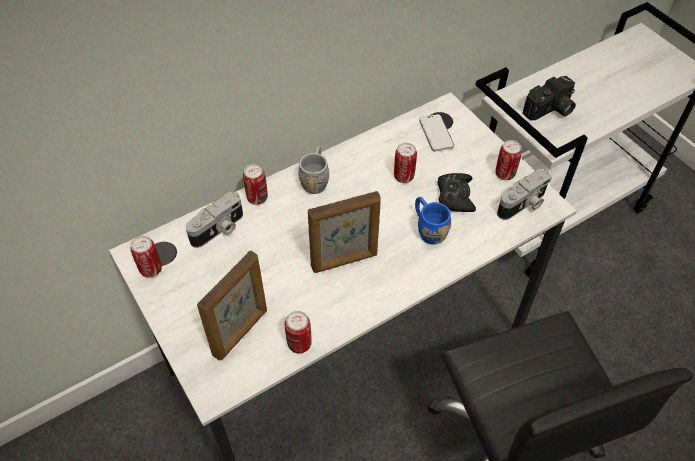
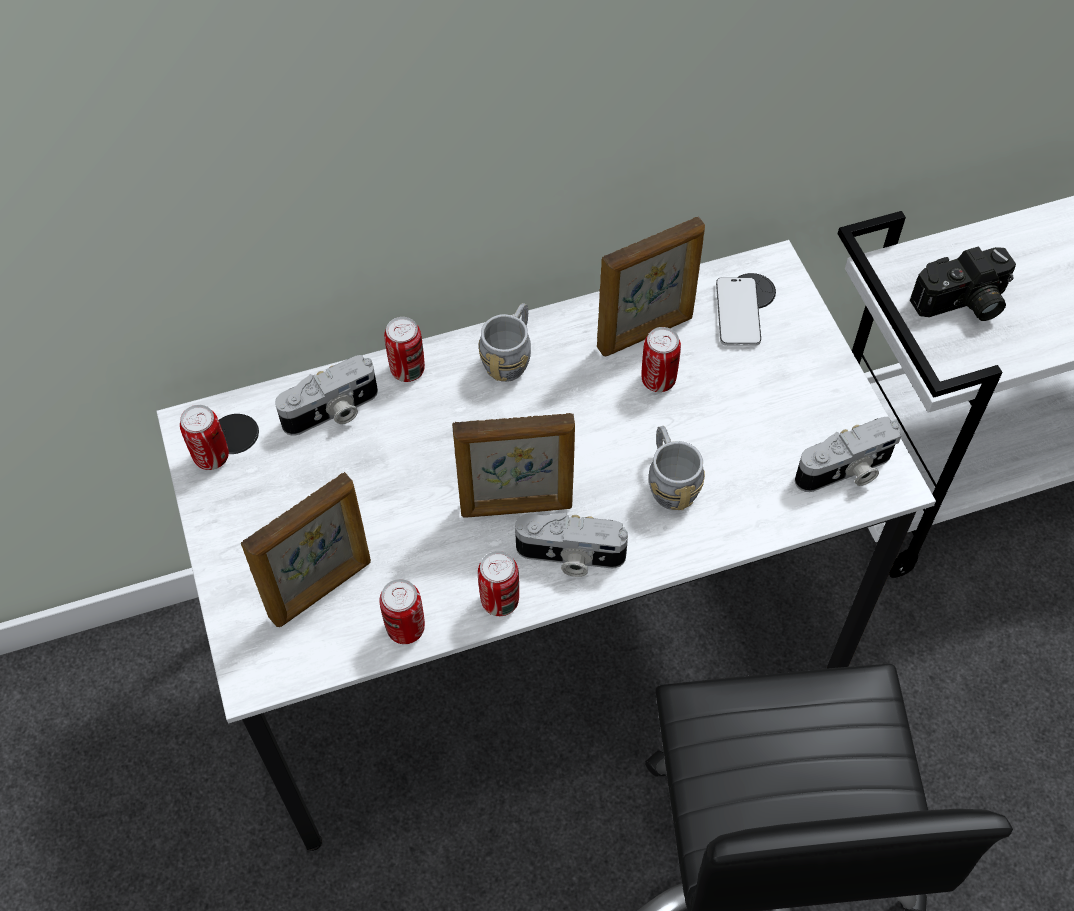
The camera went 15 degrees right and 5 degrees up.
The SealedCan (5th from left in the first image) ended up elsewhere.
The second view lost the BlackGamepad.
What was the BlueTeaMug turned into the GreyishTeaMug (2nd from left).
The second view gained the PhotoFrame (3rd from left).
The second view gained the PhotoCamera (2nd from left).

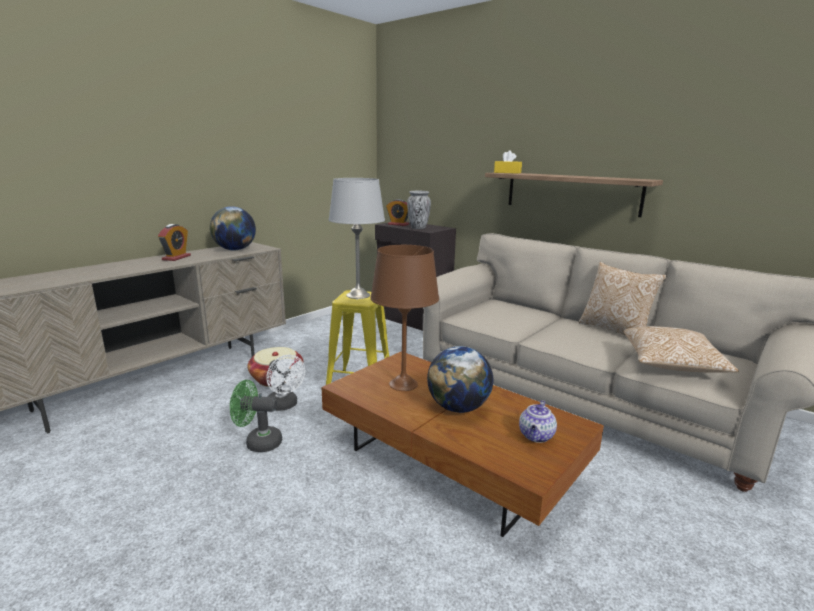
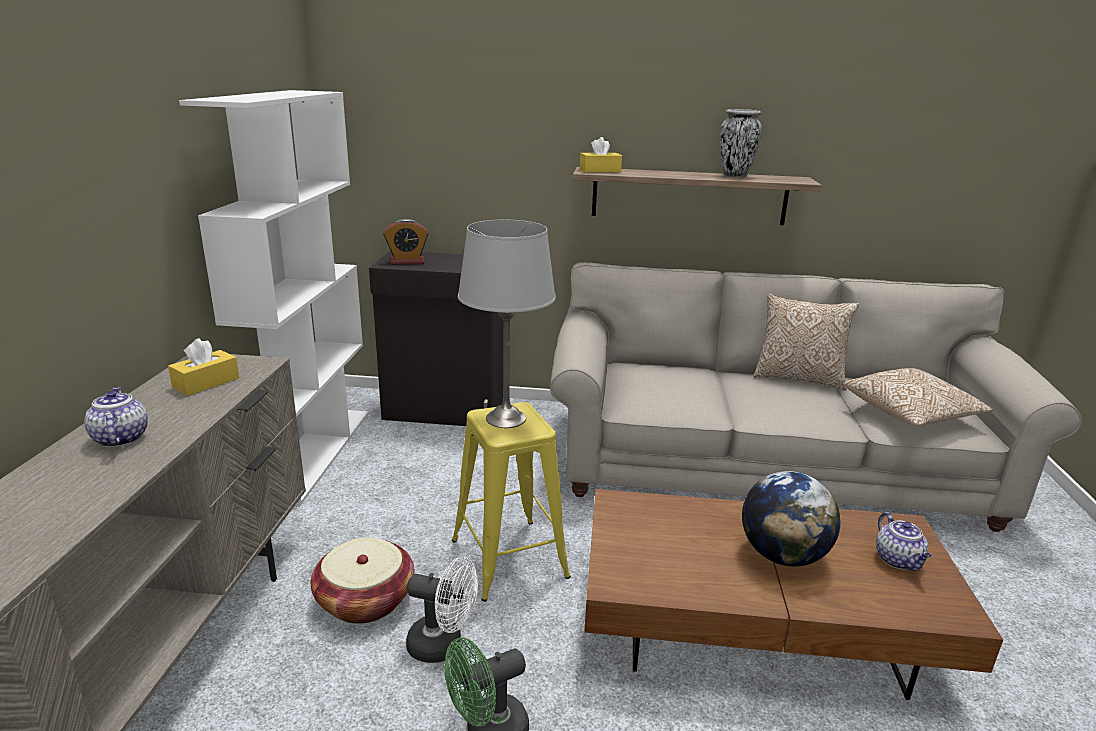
The camera went 35 degrees left and 5 degrees up.
The Vase ended up elsewhere.
Where the WorldGlobe (1st from left) stood, the YellowColouredTissueBox (1st from left) came to stand.
Where the AlarmClock (1st from left) stood, the Teapot (1st from left) came to stand.
The second view lost the BrownColouredTabletopLamp.
The second view gained the WhiteBookcase.

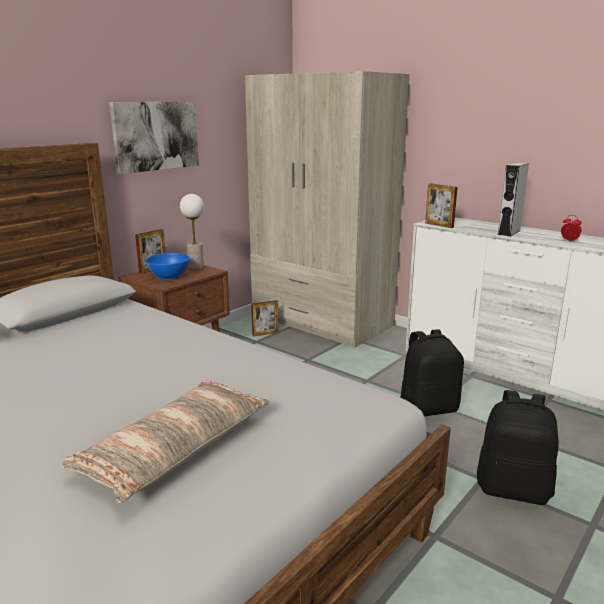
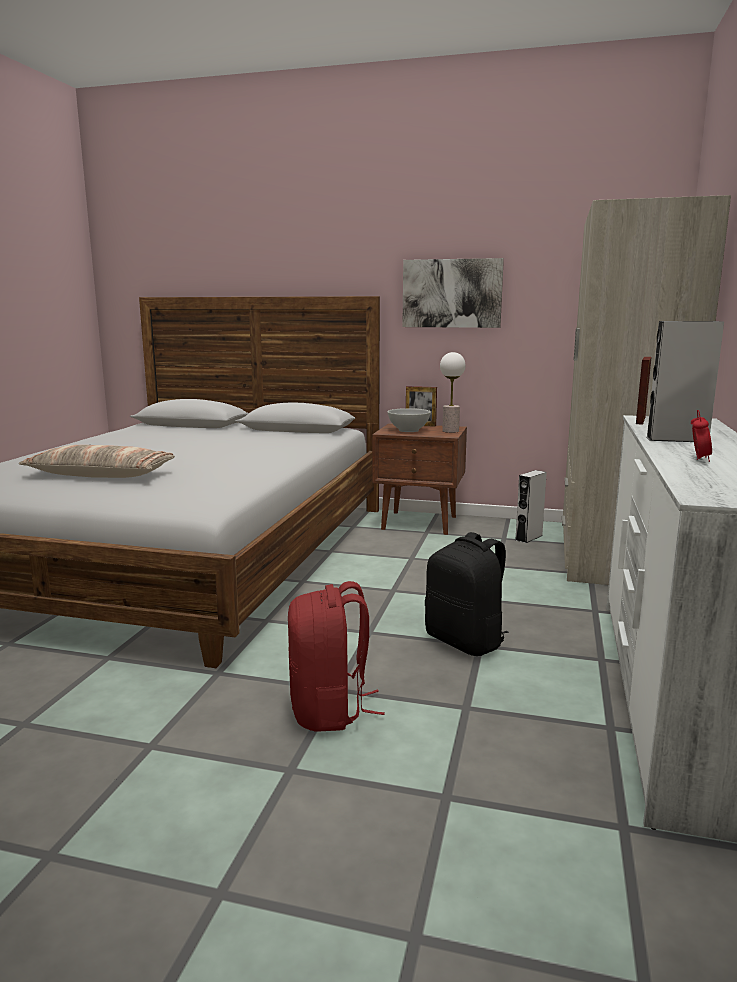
The camera went 65 degrees right and 5 degrees down.
What was the BlueBowl turned into the WhiteBowl.
Where the PhotoFrame (2nd from left) stood, the GreyishAudioSpeaker (1st from left) came to stand.
What was the BlackKnapsack (2nd from left) turned into the ReddishKnapsack.

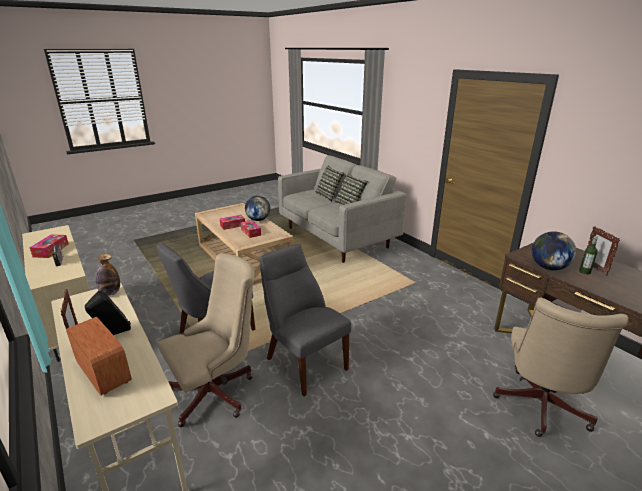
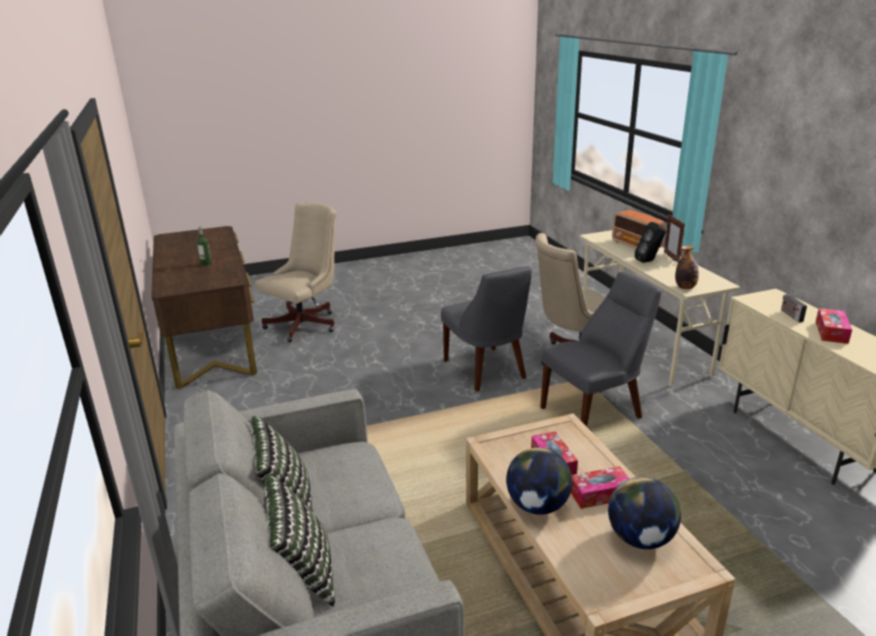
The camera went 165 degrees left and 0 degrees up.
The second view lost the PhotoFrame (2nd from left).
The WorldGlobe (2nd from left) ended up elsewhere.

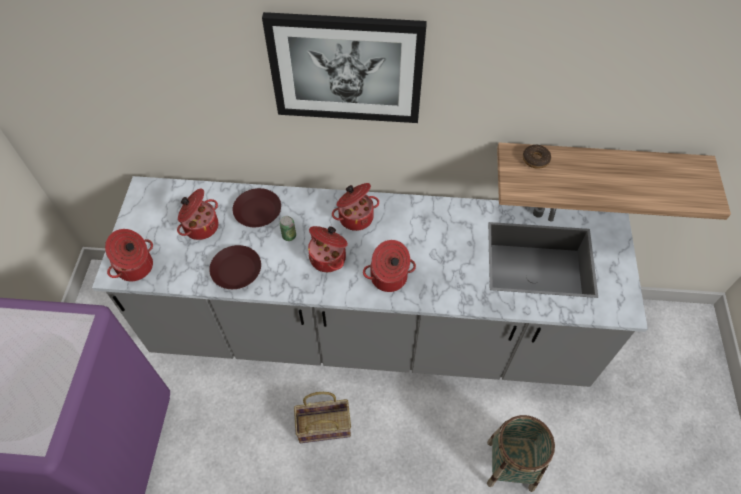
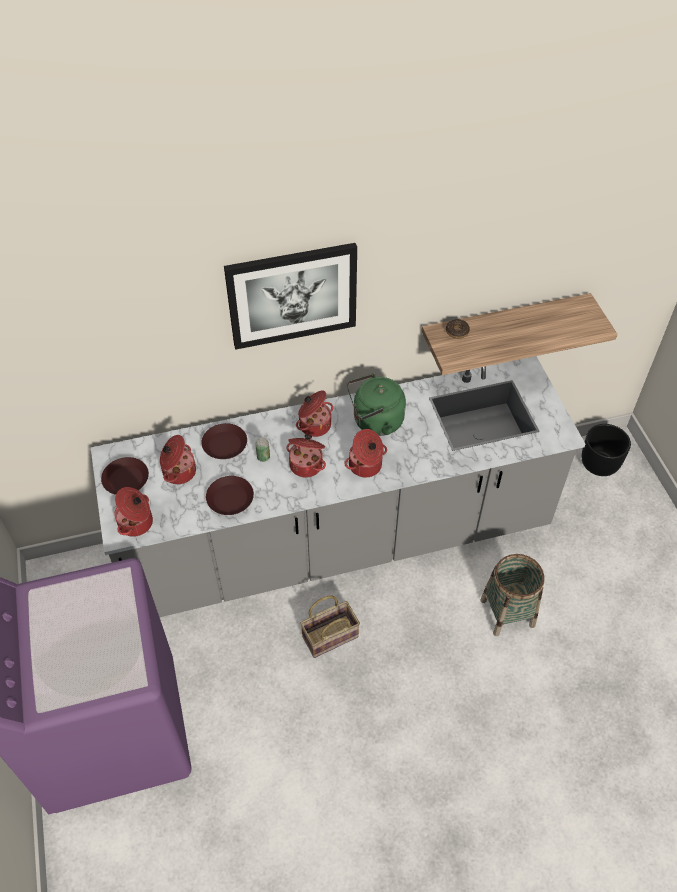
The camera went 20 degrees left and 5 degrees down.
The second view gained the GreenKettle.
The second view gained the BlackPlanter.
The second view gained the BrownColouredDinnerPlate (1st from left).

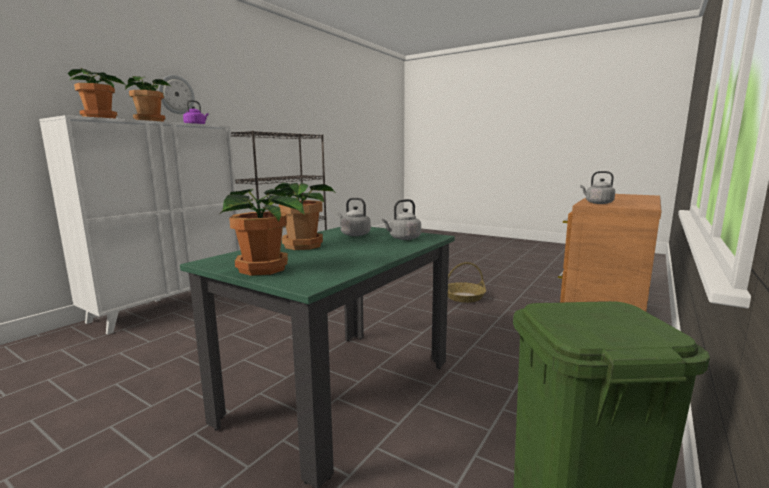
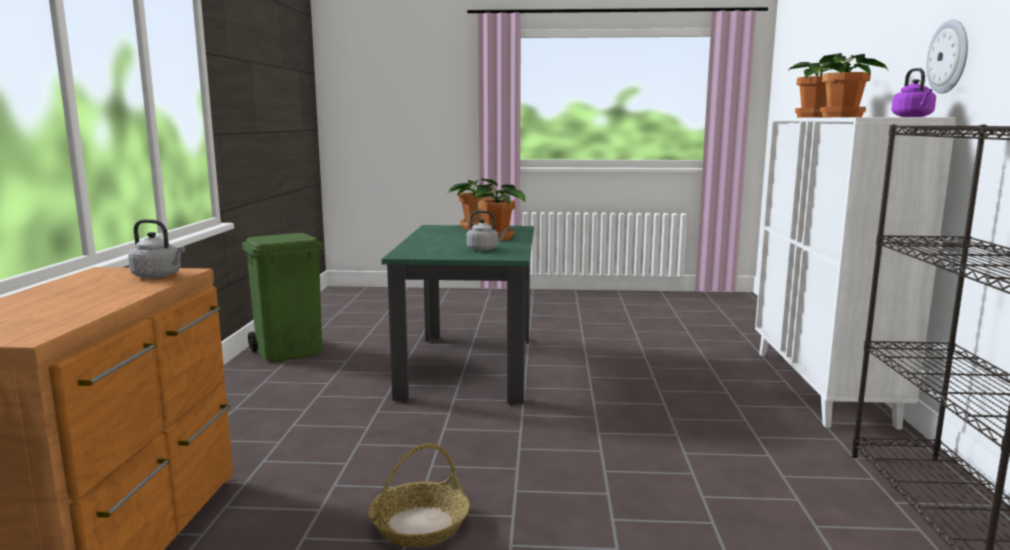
The camera went 150 degrees right and 0 degrees up.
The second view lost the GreyishKettle (2nd from left).

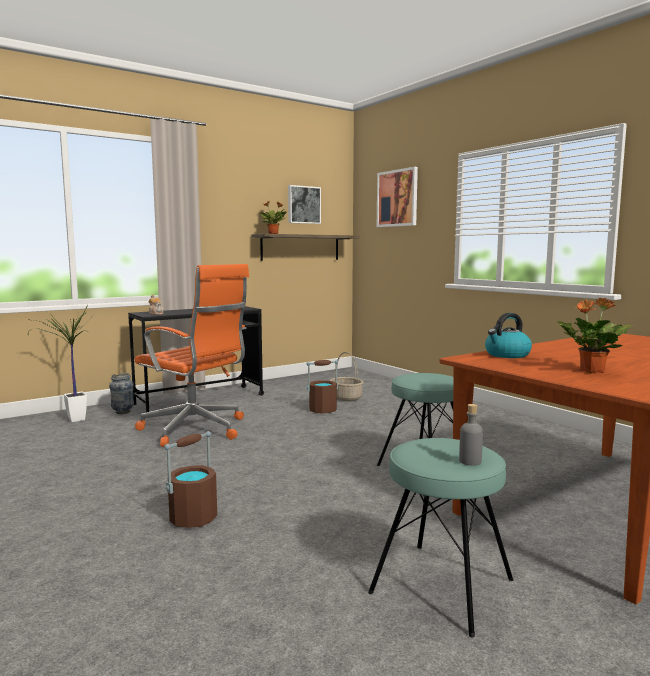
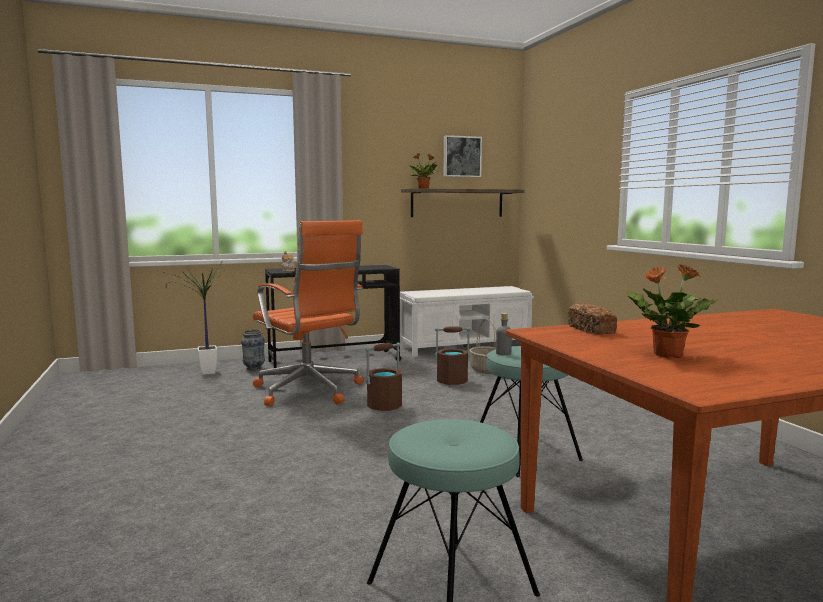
The camera went 15 degrees right and 0 degrees up.
The second view lost the WallPicture (2nd from left).
Where the Kettle stood, the BakeryBread came to stand.
The GreyishDrinkBottle ended up elsewhere.
The BrownColouredWaterBucket (1st from left) ended up elsewhere.
The second view gained the WhiteBench.

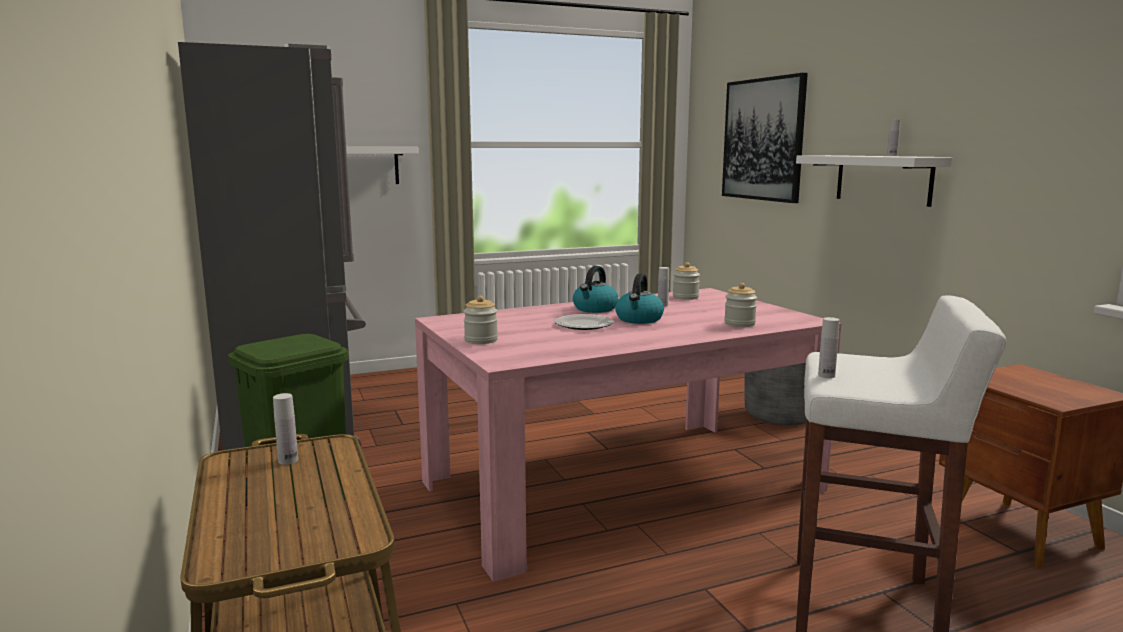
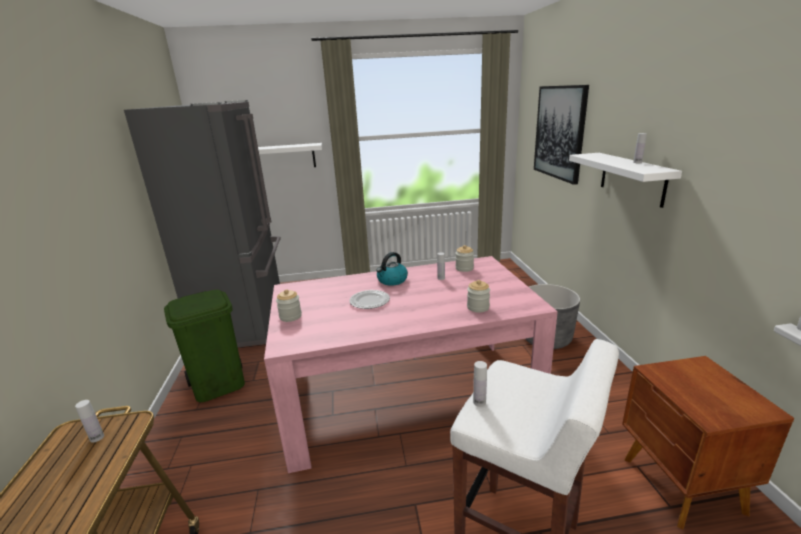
The camera went 15 degrees right and 10 degrees up.
The second view lost the Kettle (2nd from left).

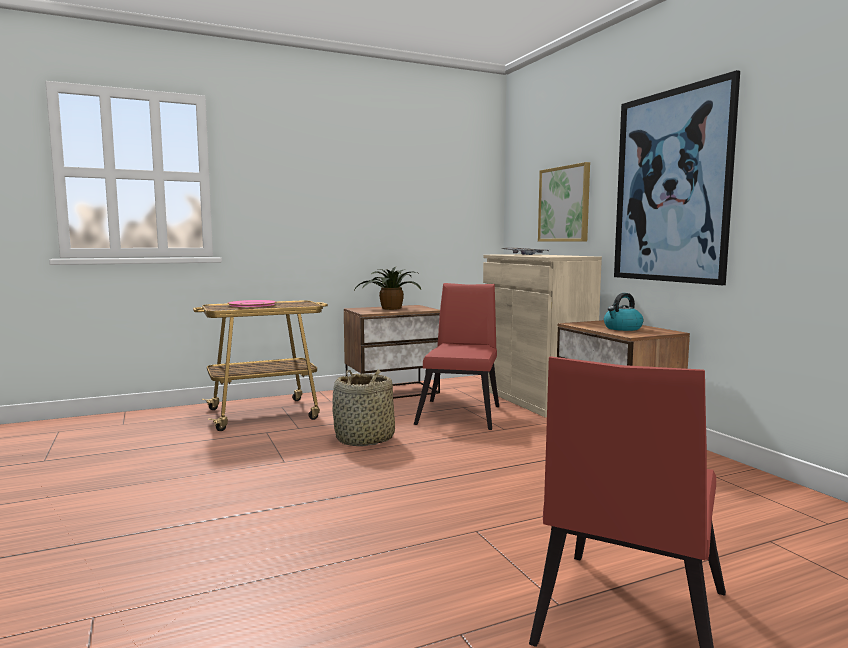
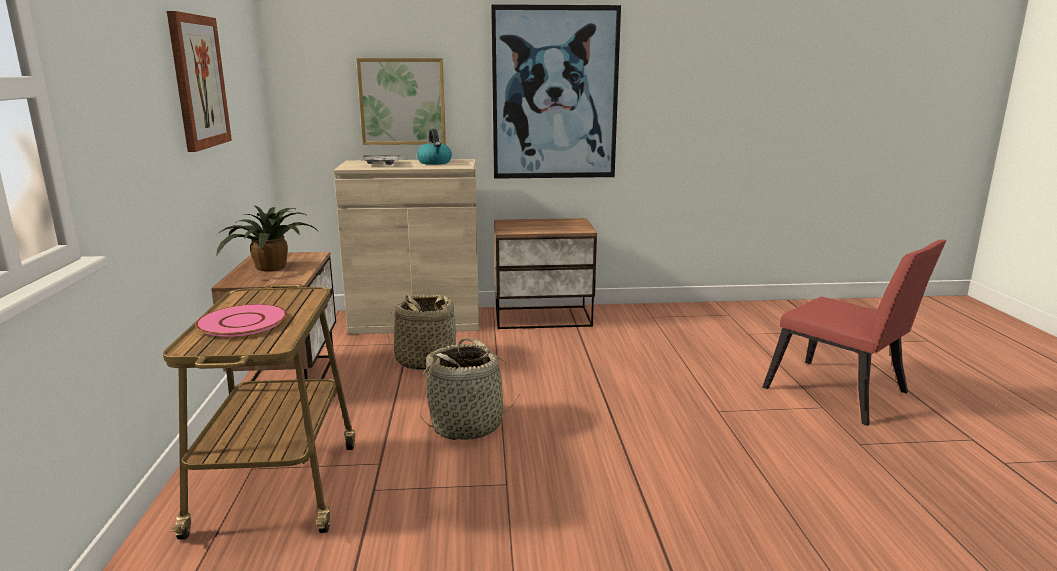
The camera went 70 degrees left and 10 degrees up.
Where the ReddishUprightChair (1st from left) stood, the HouseholdBasket (1st from left) came to stand.
The Kettle ended up elsewhere.
The second view gained the WallPicture (1st from left).

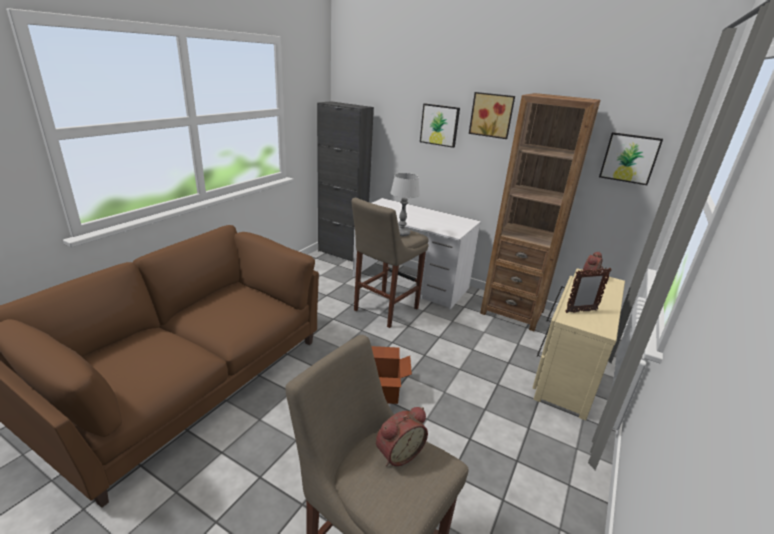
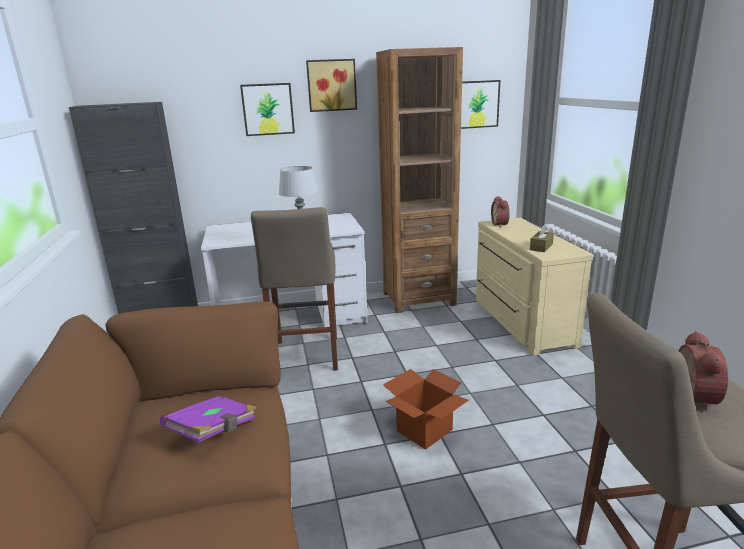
The camera went 40 degrees left and 5 degrees down.
Where the PhotoFrame stood, the BrownColouredTissueBox came to stand.
The second view gained the PurpleColouredVolume.

